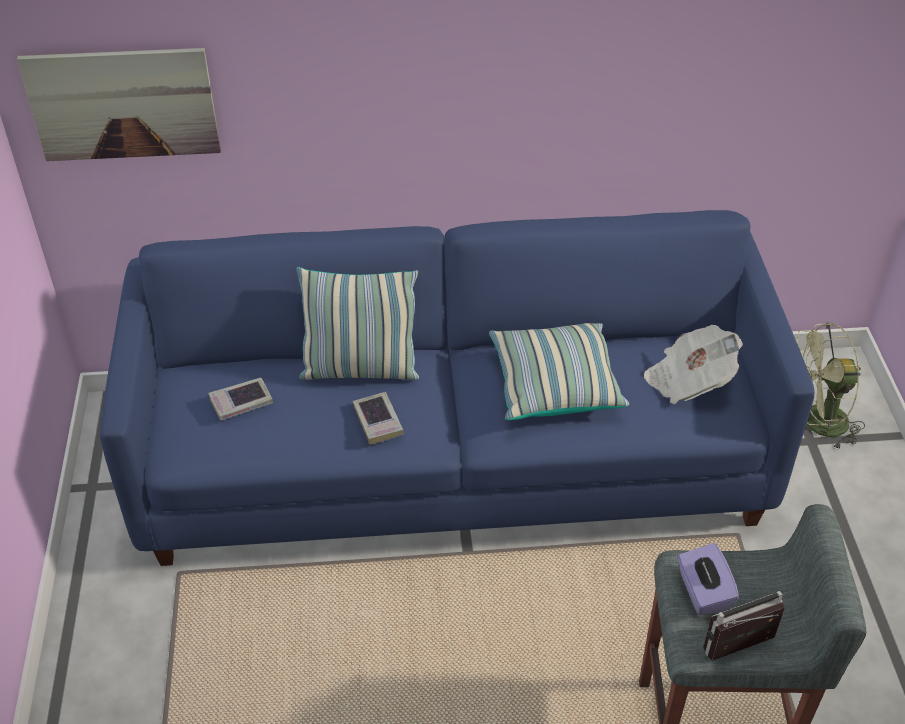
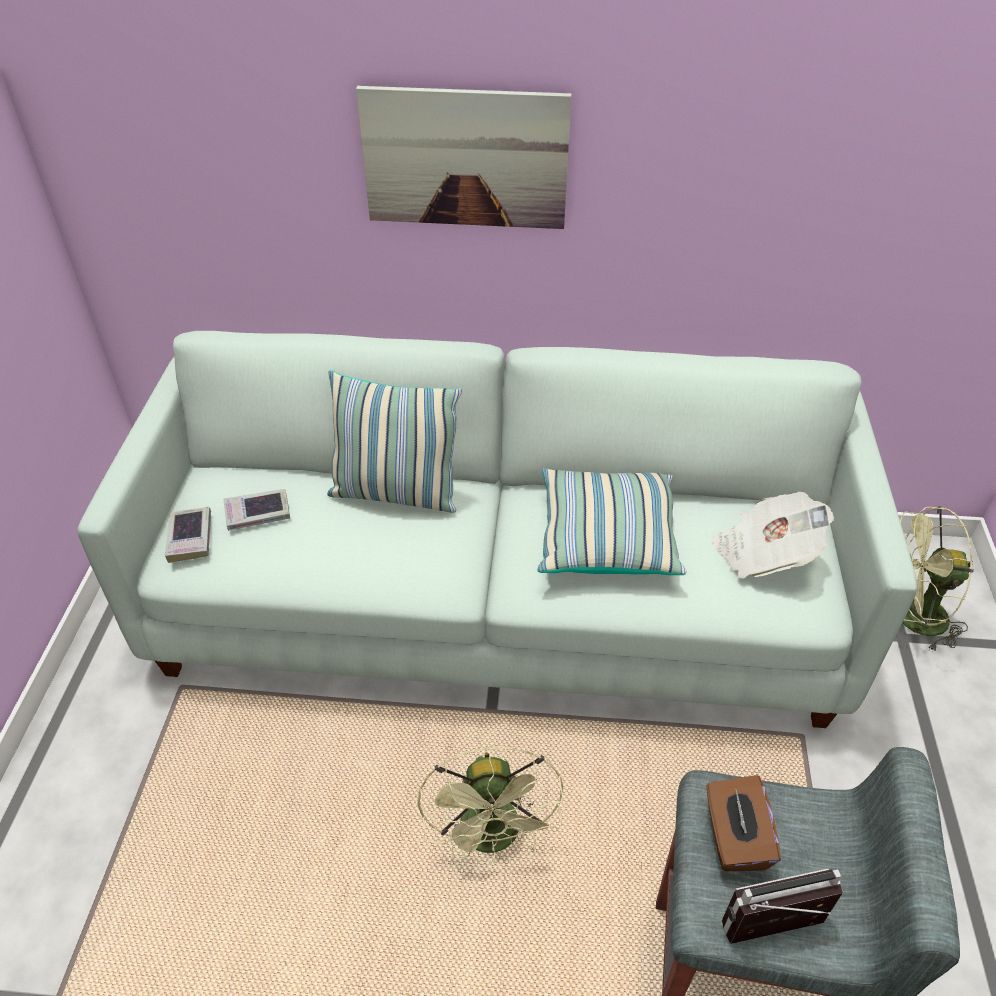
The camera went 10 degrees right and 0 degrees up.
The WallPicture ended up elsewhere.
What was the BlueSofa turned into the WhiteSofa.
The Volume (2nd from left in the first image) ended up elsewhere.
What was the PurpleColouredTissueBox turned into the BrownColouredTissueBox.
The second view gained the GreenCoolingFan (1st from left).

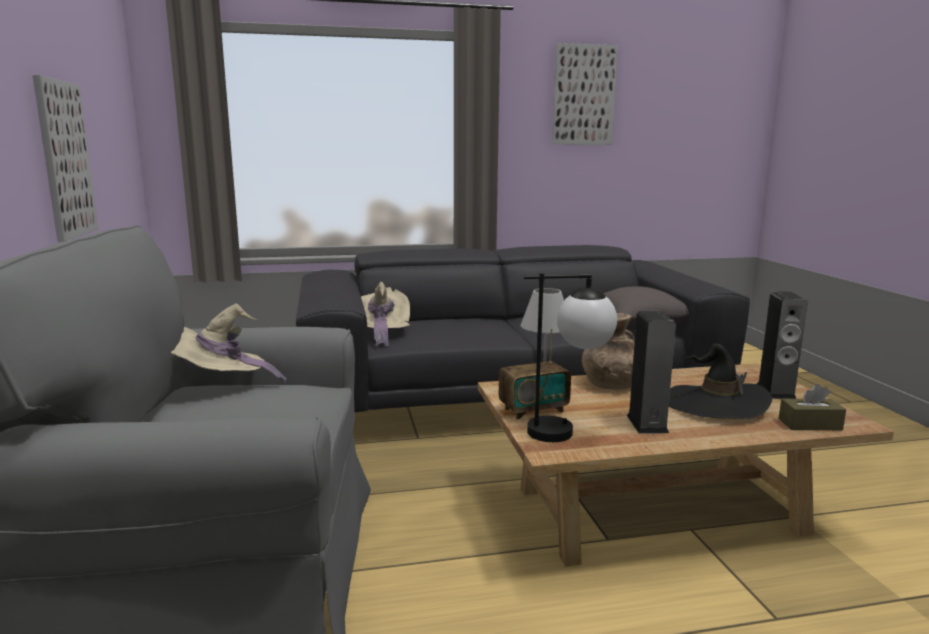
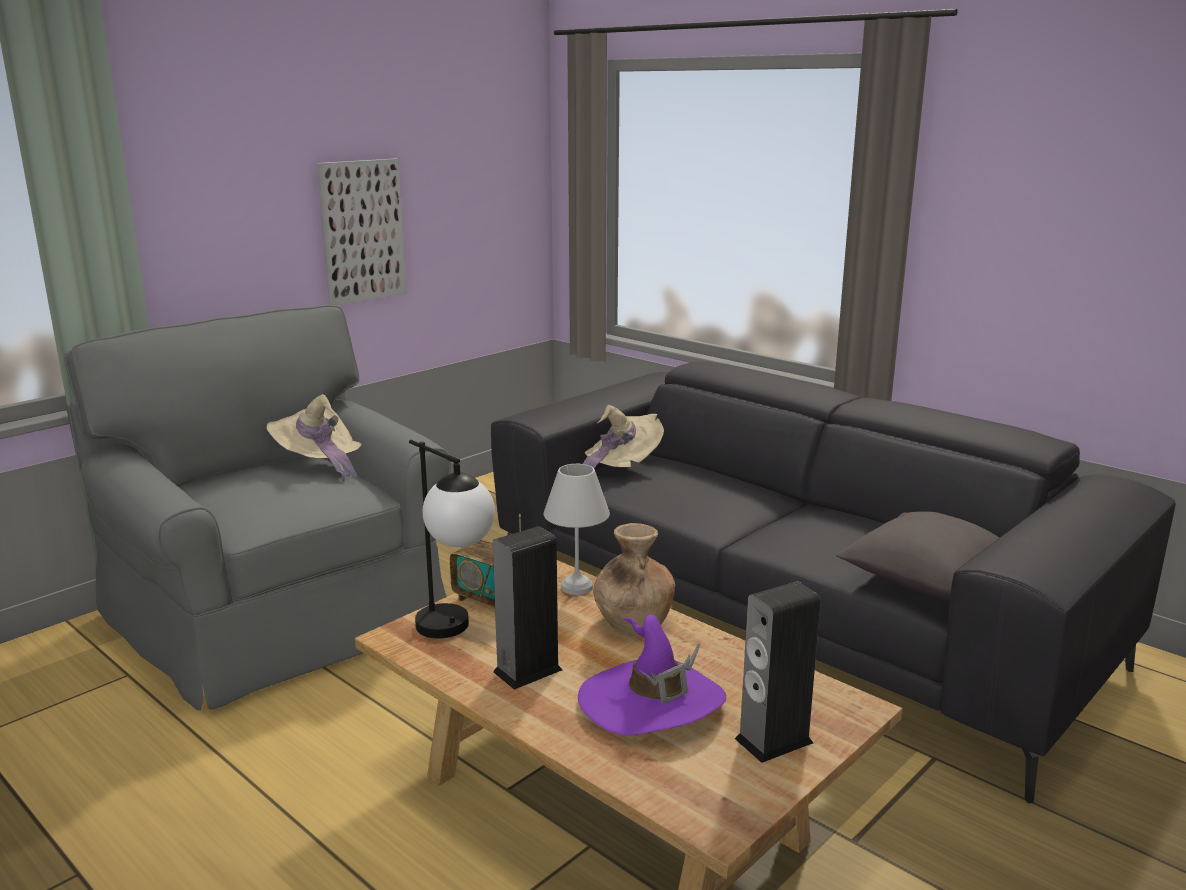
The camera went 55 degrees right and 5 degrees up.
The second view lost the WallPicture (2nd from left).
What was the BlackHat turned into the PurpleColouredHat.
The second view lost the BrownColouredTissueBox.

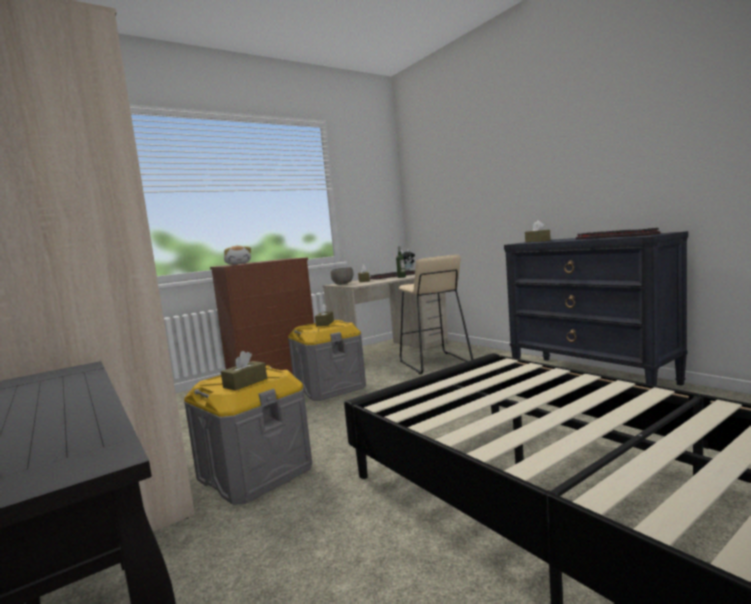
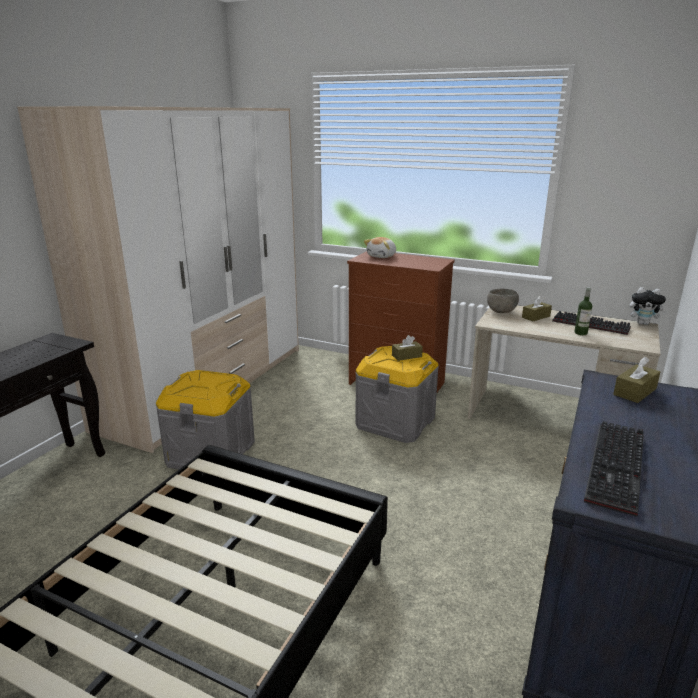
The camera went 60 degrees right and 15 degrees up.
The second view lost the BeigeColouredSittingStool.
The second view lost the BrownColouredTissueBox (1st from left).

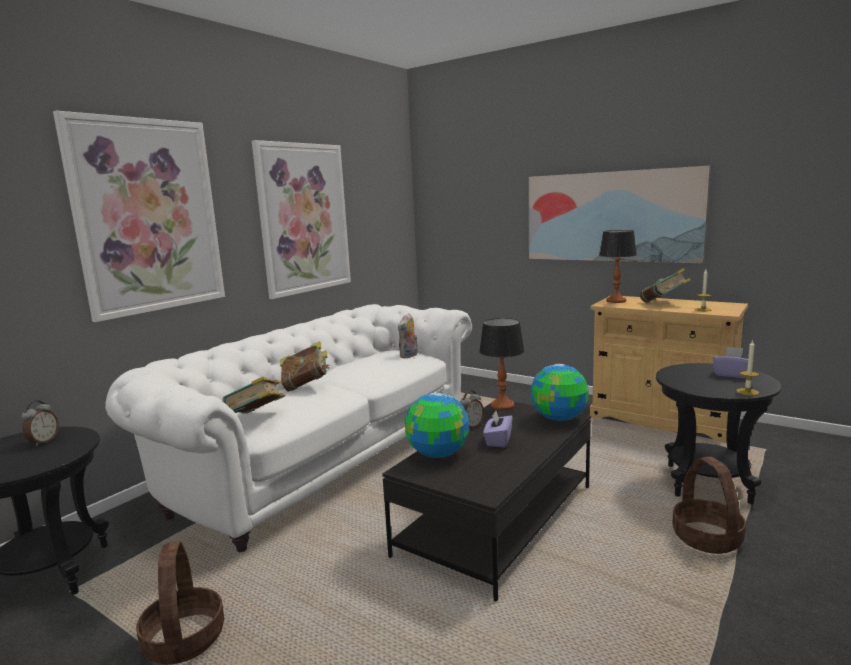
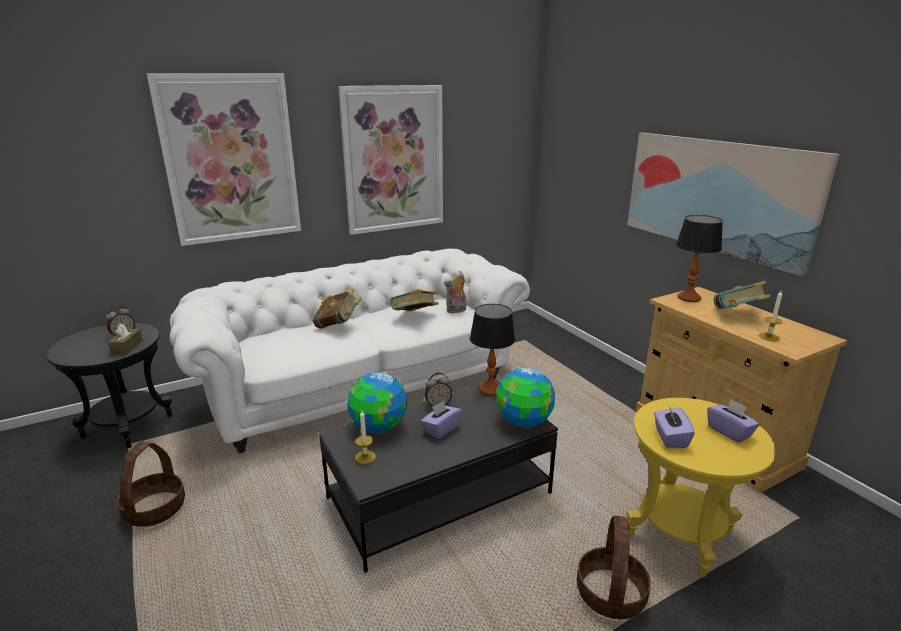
The camera went 25 degrees right and 10 degrees up.
The WaxLight (2nd from left in the first image) ended up elsewhere.
What was the BlackEndTable (2nd from left) turned into the YellowColouredEndTable.
The Volume (1st from left in the first image) ended up elsewhere.
The second view gained the BrownColouredTissueBox.
The second view gained the PurpleColouredTissueBox (2nd from left).

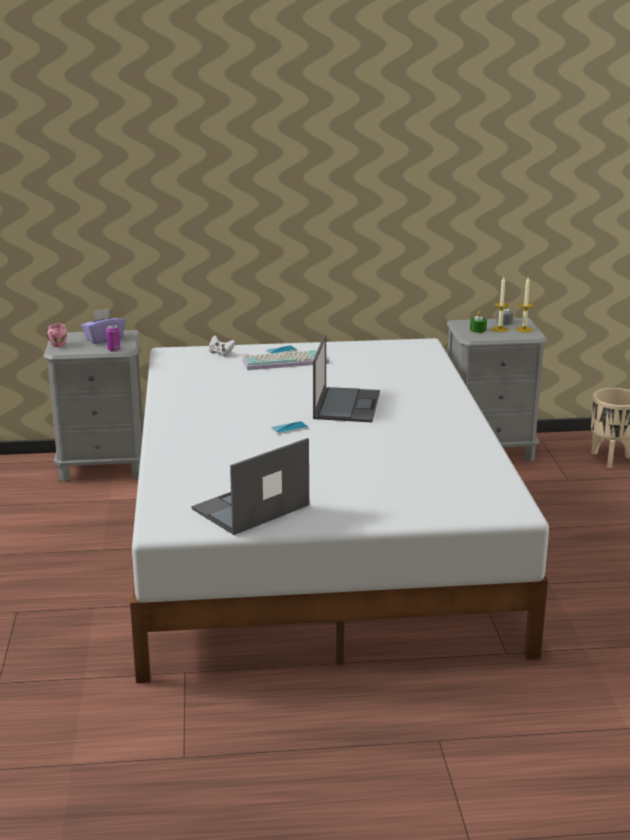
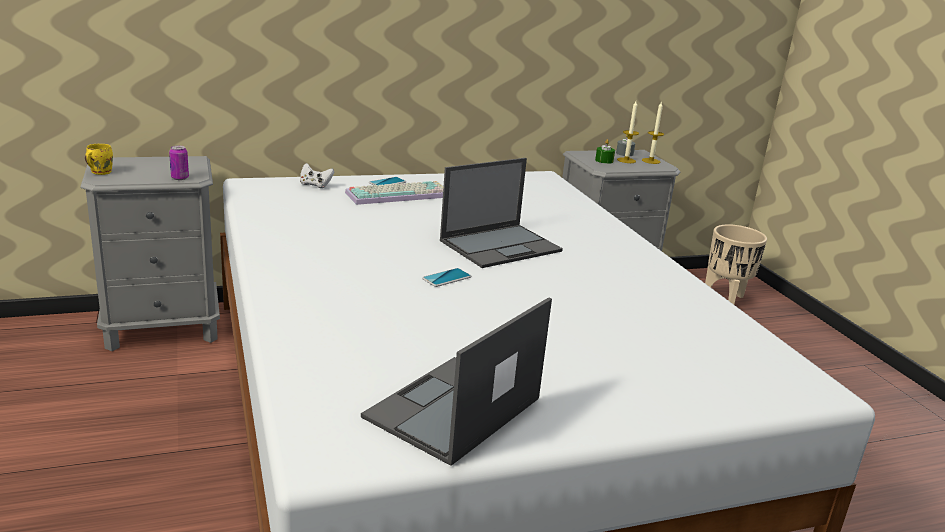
The camera went 15 degrees left and 0 degrees up.
The second view lost the PurpleColouredTissueBox.
What was the PinkTeaMug turned into the YellowColouredTeaMug.
The NotebookComputer (2nd from left) ended up facing another way, 60 degrees clockwise from before.

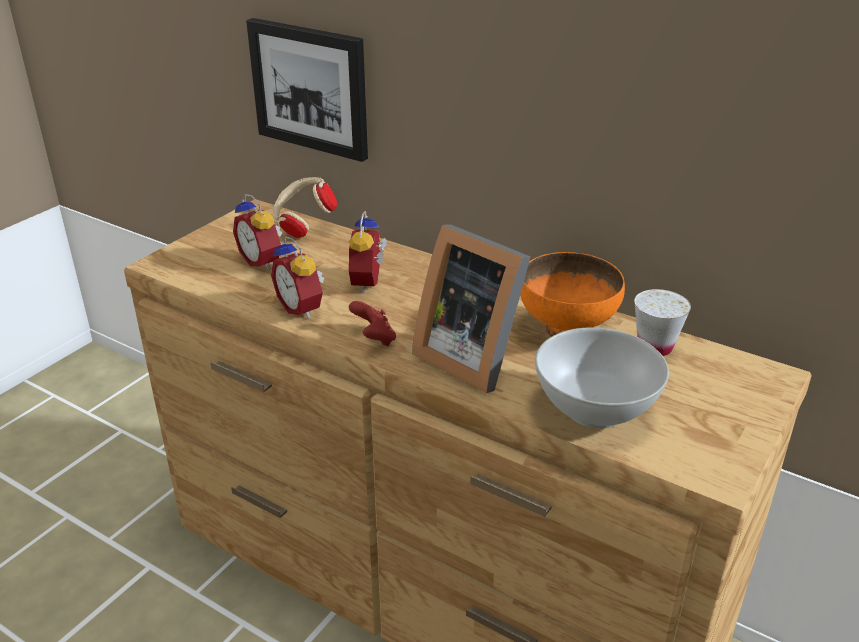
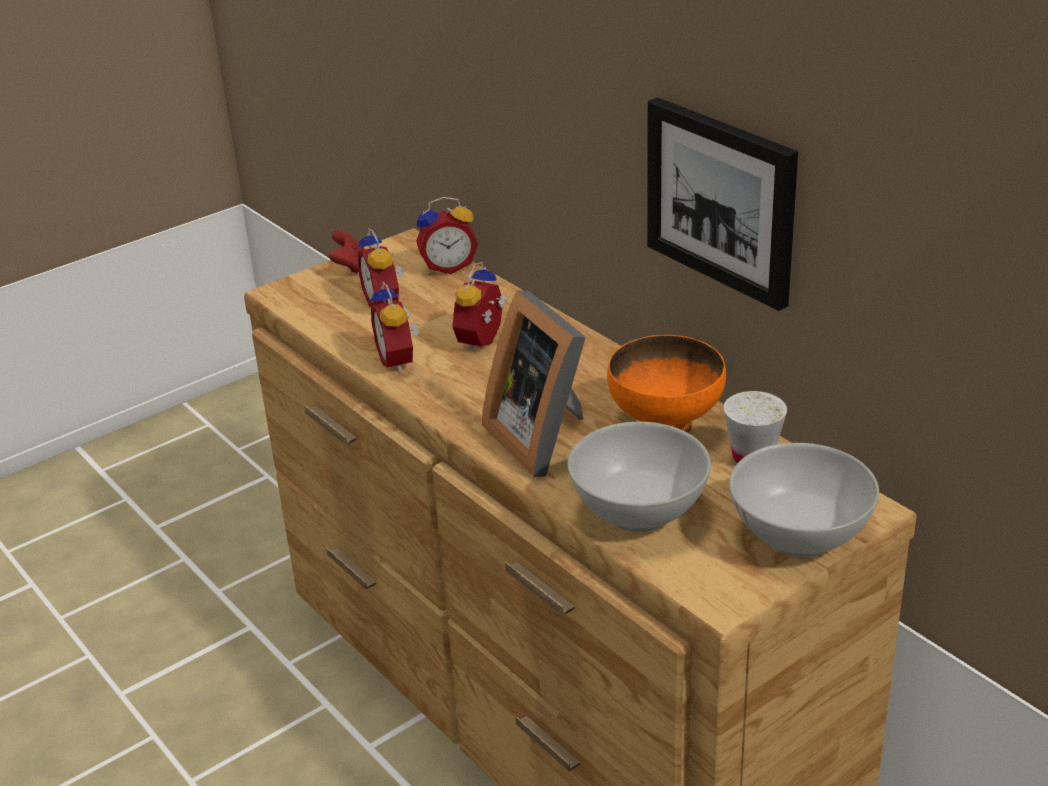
The camera went 20 degrees right and 0 degrees up.
The WallPicture ended up elsewhere.
Where the BeigeColouredPairOfHeadphones stood, the AlarmClock (3rd from left) came to stand.
The ReddishGamepad ended up elsewhere.
The second view gained the WhiteBowl (2nd from left).

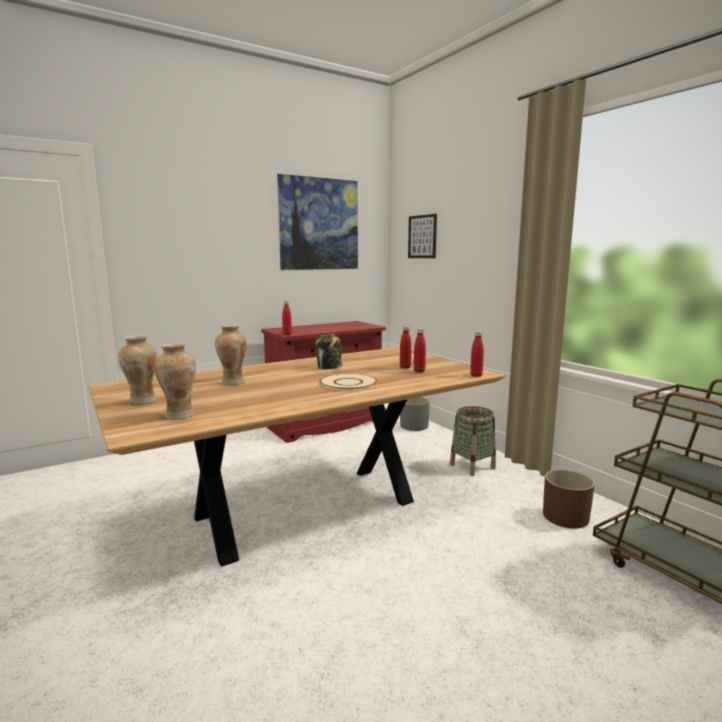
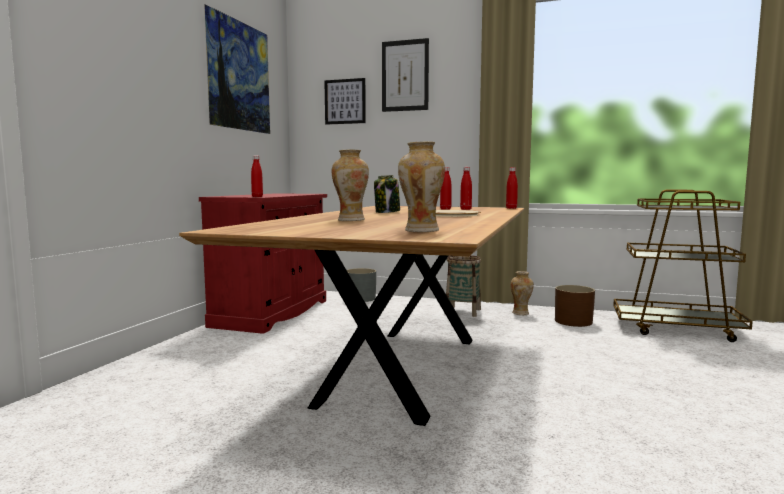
The camera went 40 degrees left and 5 degrees down.
The Vase (1st from left in the first image) ended up elsewhere.
The second view gained the WallPicture (3rd from left).

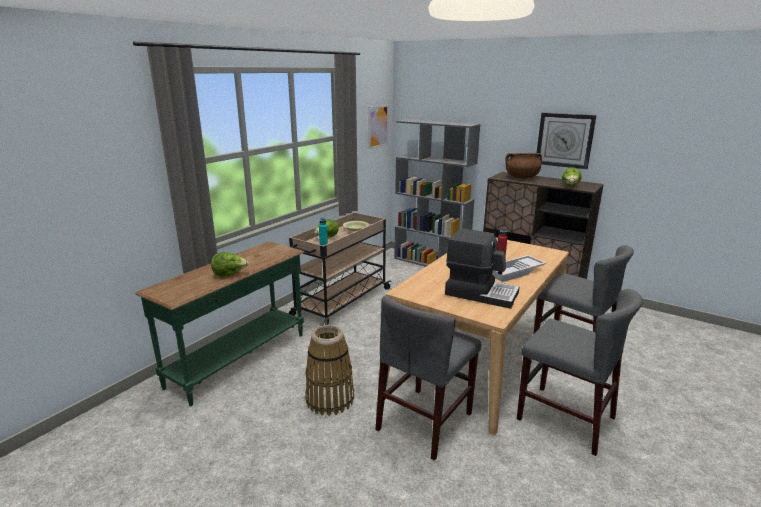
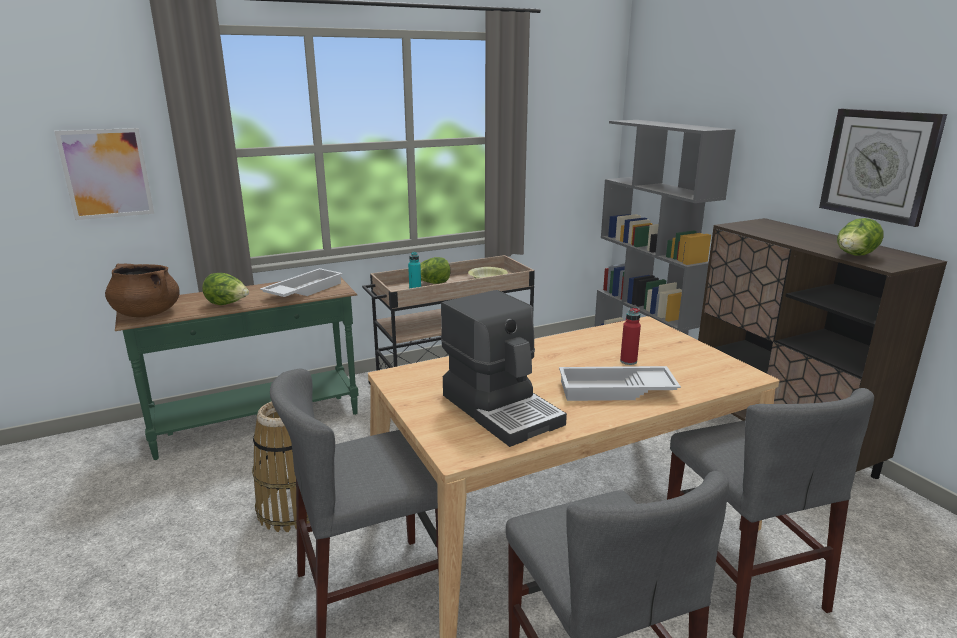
The camera went 30 degrees right and 0 degrees up.
The WallPicture ended up elsewhere.
The BrownColouredStockpot ended up elsewhere.
The second view gained the WhiteTray (1st from left).

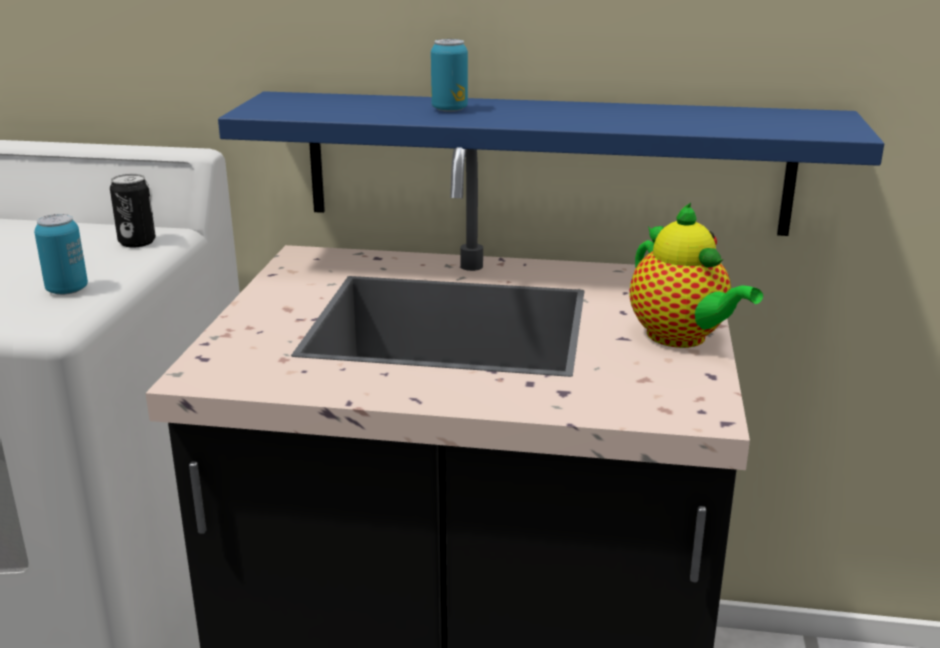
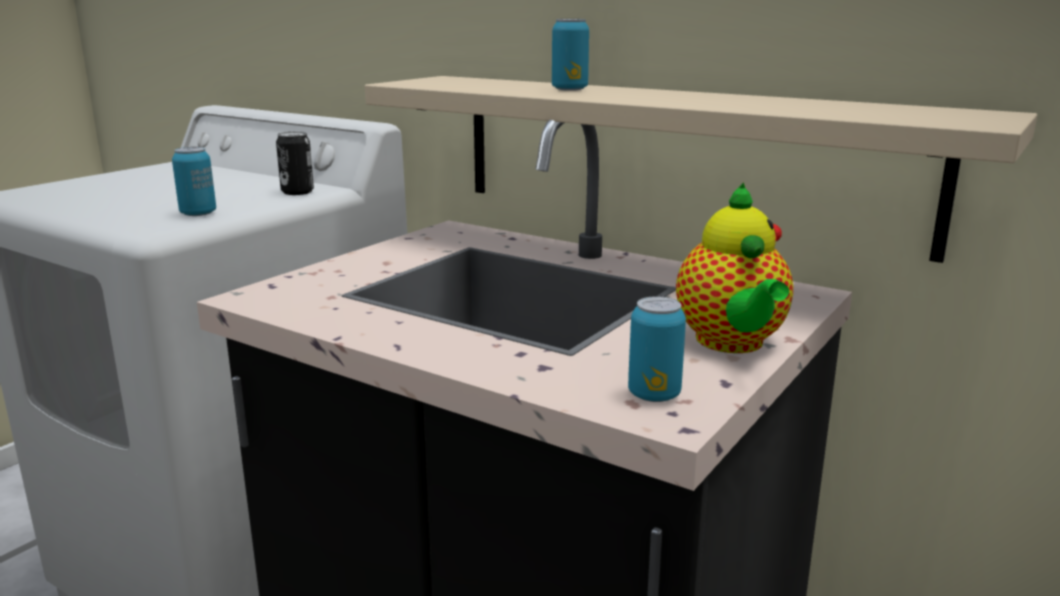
The camera went 25 degrees right and 5 degrees down.
What was the BlueBracketShelf turned into the BeigeColouredBracketShelf.
The second view gained the SealedCan (4th from left).

